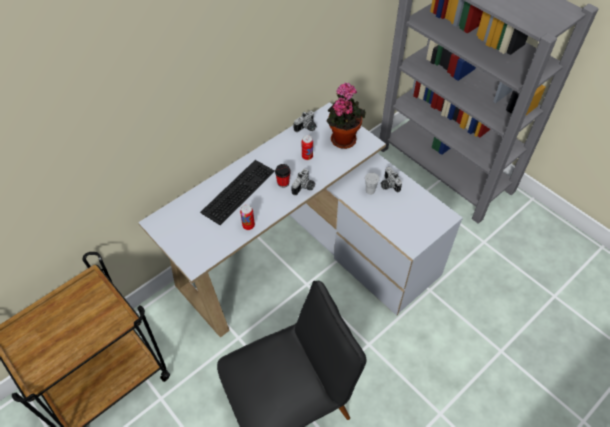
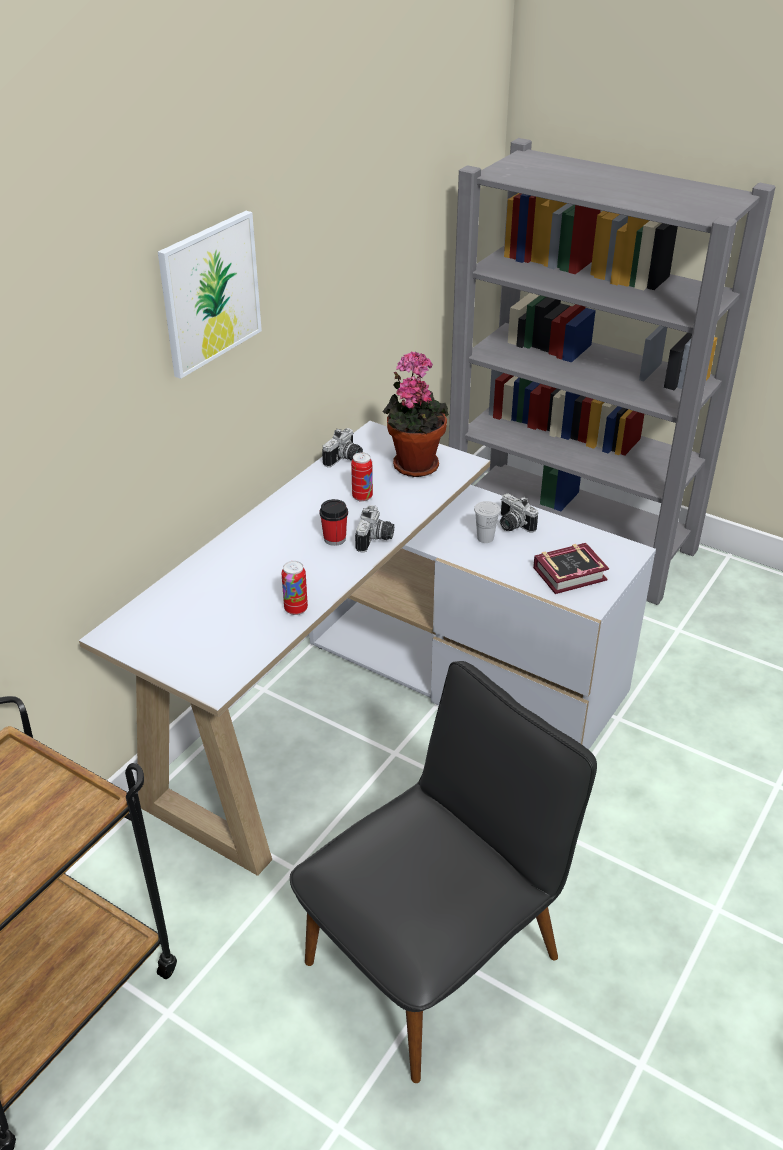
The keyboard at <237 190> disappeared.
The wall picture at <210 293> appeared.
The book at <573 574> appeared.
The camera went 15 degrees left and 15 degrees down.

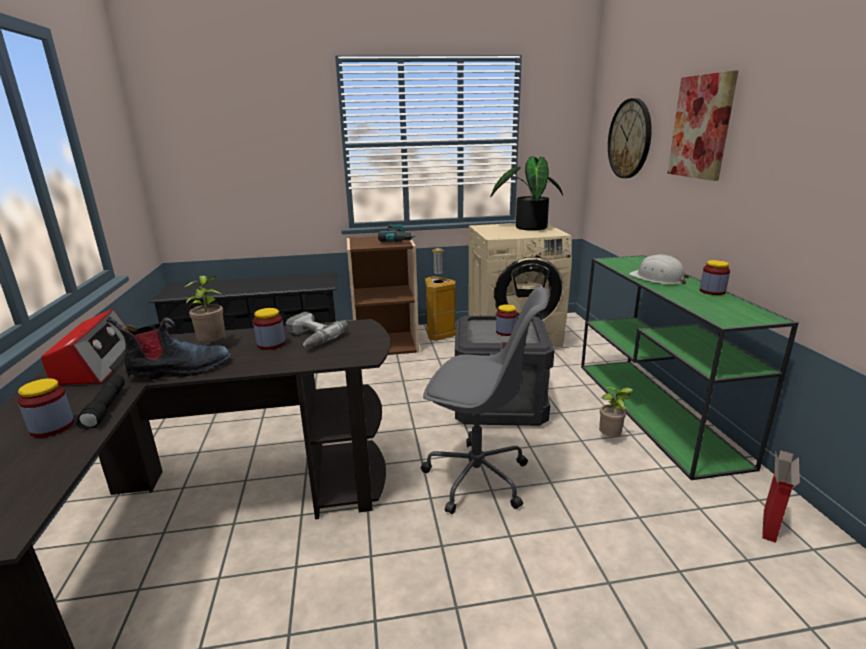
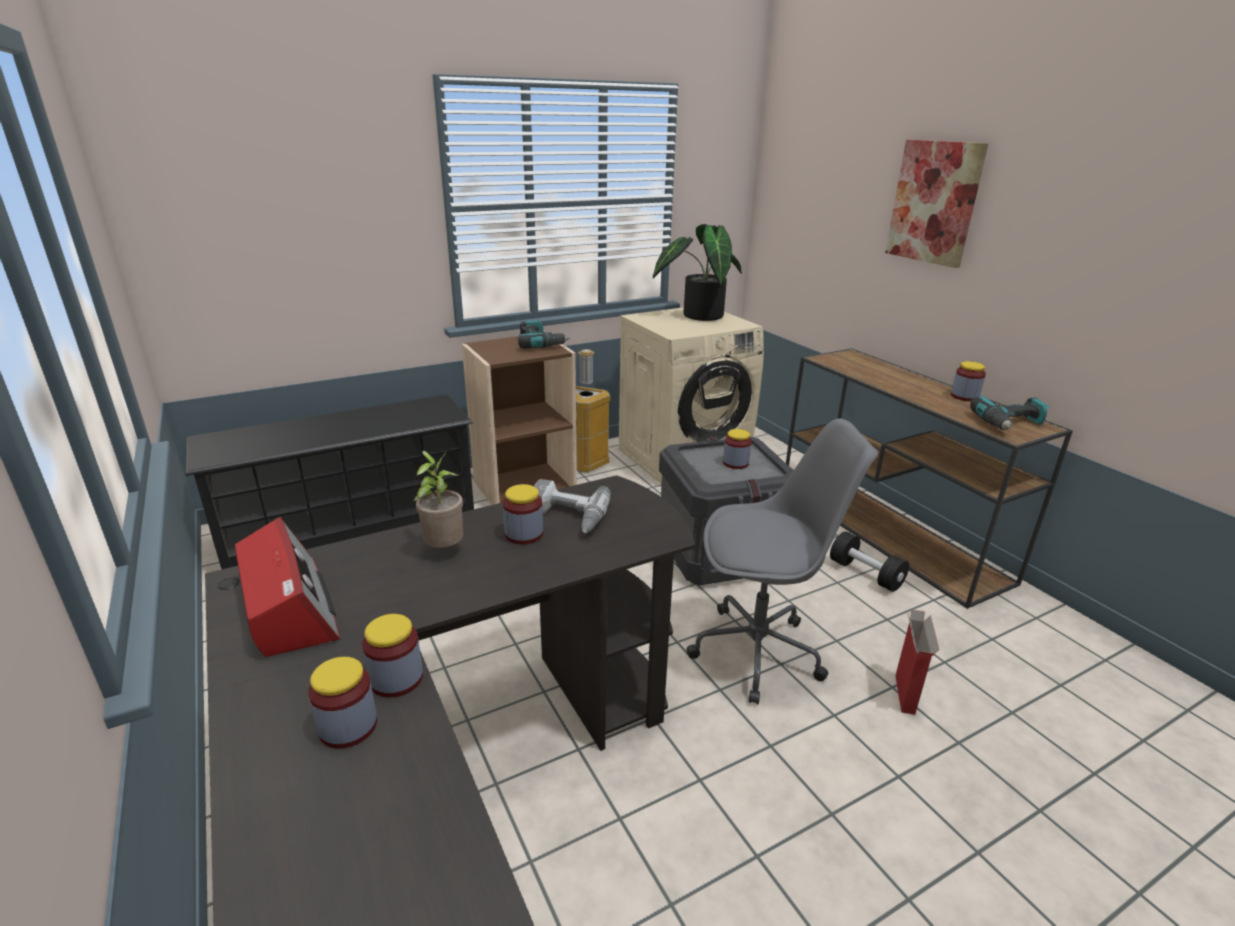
The flashlight/black-coloured at <106 408> was replaced by the jar at <396 679>.
The high-top boot at <179 370> disappeared.
The narrow table/greenish at <656 411> became the narrow table/brown-coloured at <890 532>.
The plant in a pot at <611 438> was replaced by the free weight/black-coloured at <865 574>.
The wall clock at <630 139> disappeared.
The safety helmet/white-coloured at <657 278> disappeared.
The cardboard box moved from <769 526> to <905 695>.
The power drill at <1010 424> appeared.
The camera went 20 degrees left and 5 degrees up.

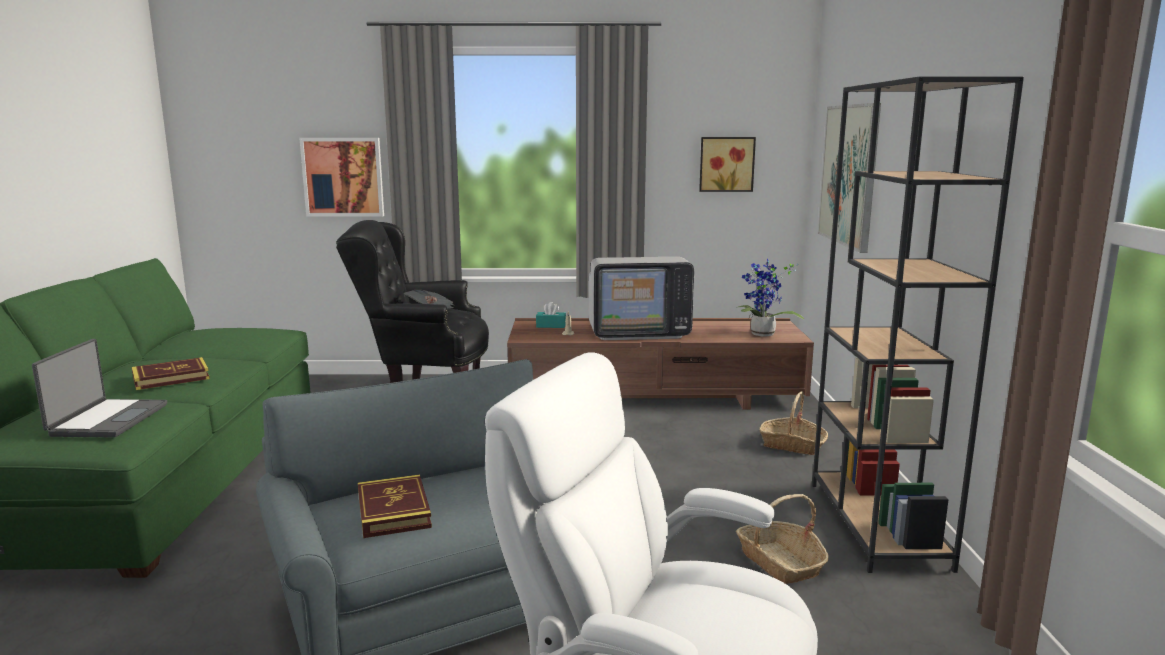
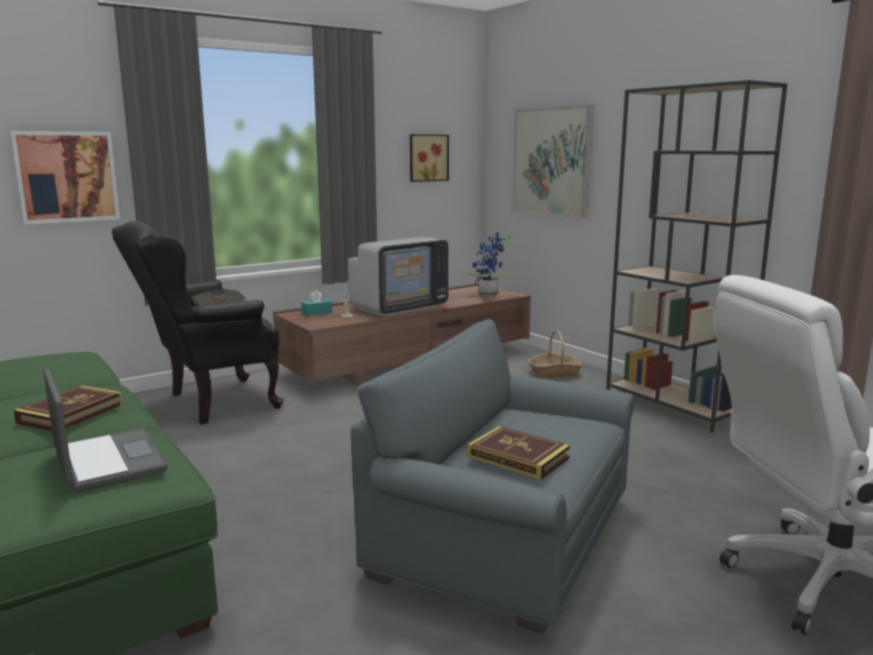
The basket at <780 562> disappeared.
The camera went 35 degrees left and 0 degrees up.

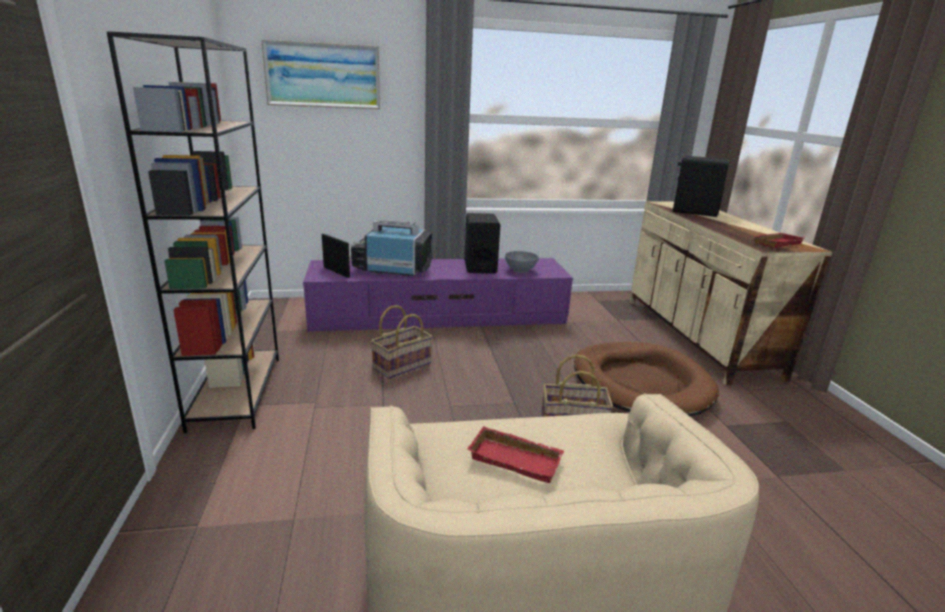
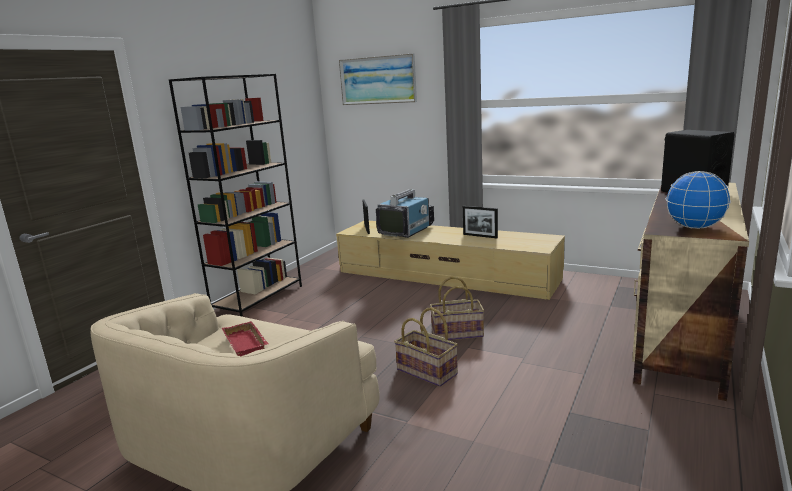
The tv unit/purple-coloured at <439 314> became the tv unit/beige-coloured at <446 275>.
The television at <392 269> turned 75 degrees clockwise.
The basket moved from <402 365> to <457 333>.
The loudspeaker/black-coloured at <480 266> was replaced by the picture frame at <480 236>.
The serving bowl/greyish at <520 270> disappeared.
The pet bed/brown-coloured at <640 383> disappeared.
The tray/red at <776 243> was replaced by the world globe at <694 227>.
The camera went 40 degrees right and 5 degrees down.

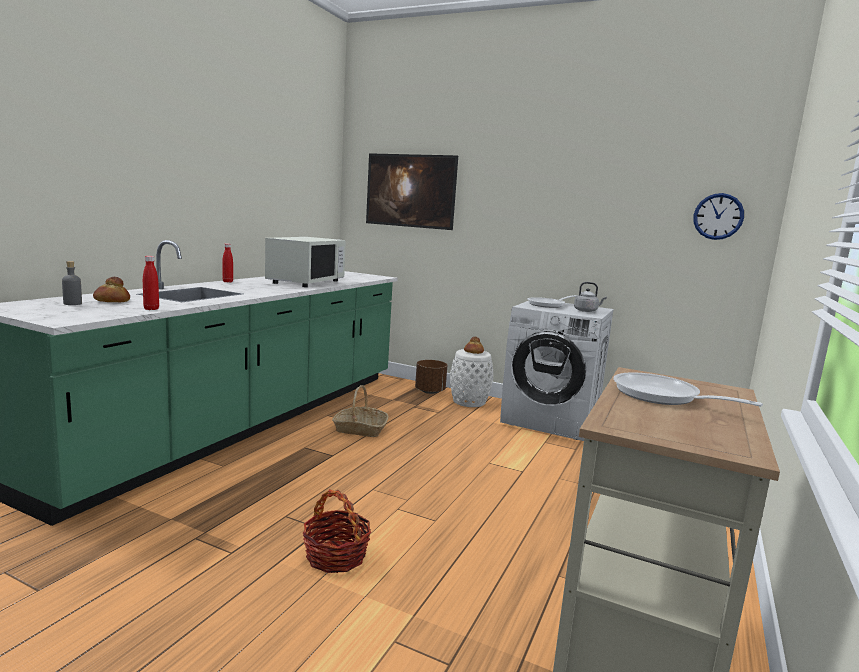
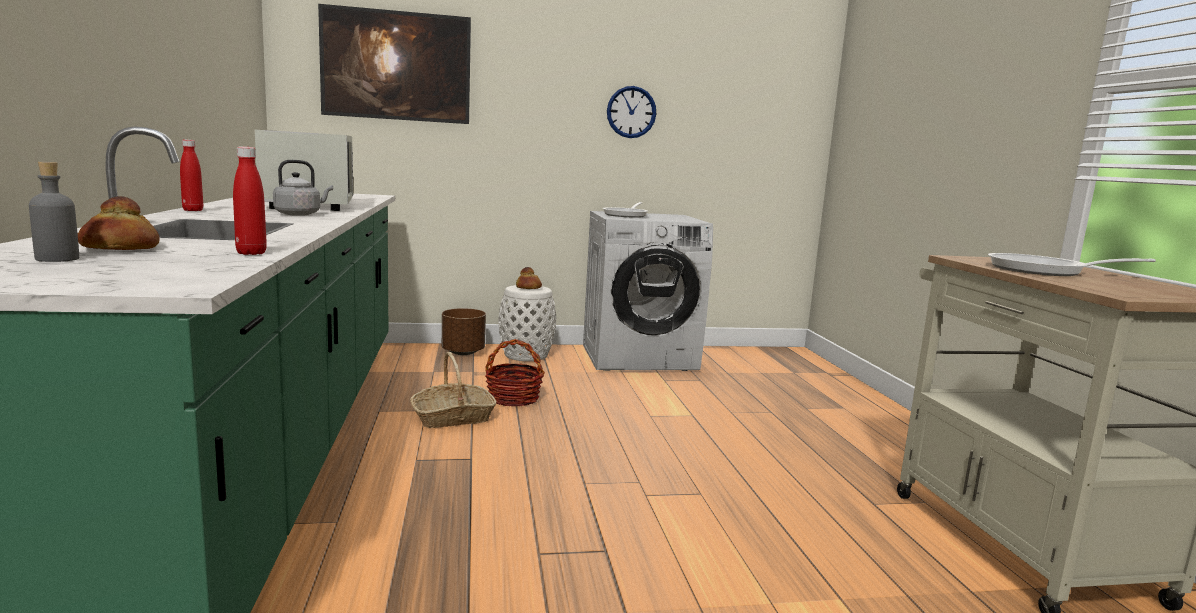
The basket moved from <335 556> to <513 398>.
The kettle/greyish moved from <587 311> to <300 214>.
The wall clock moved from <718 216> to <631 112>.
The camera went 35 degrees left and 0 degrees up.

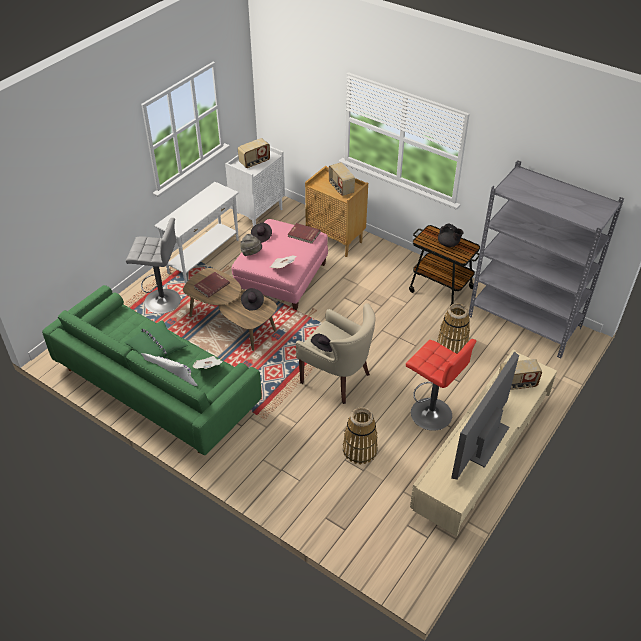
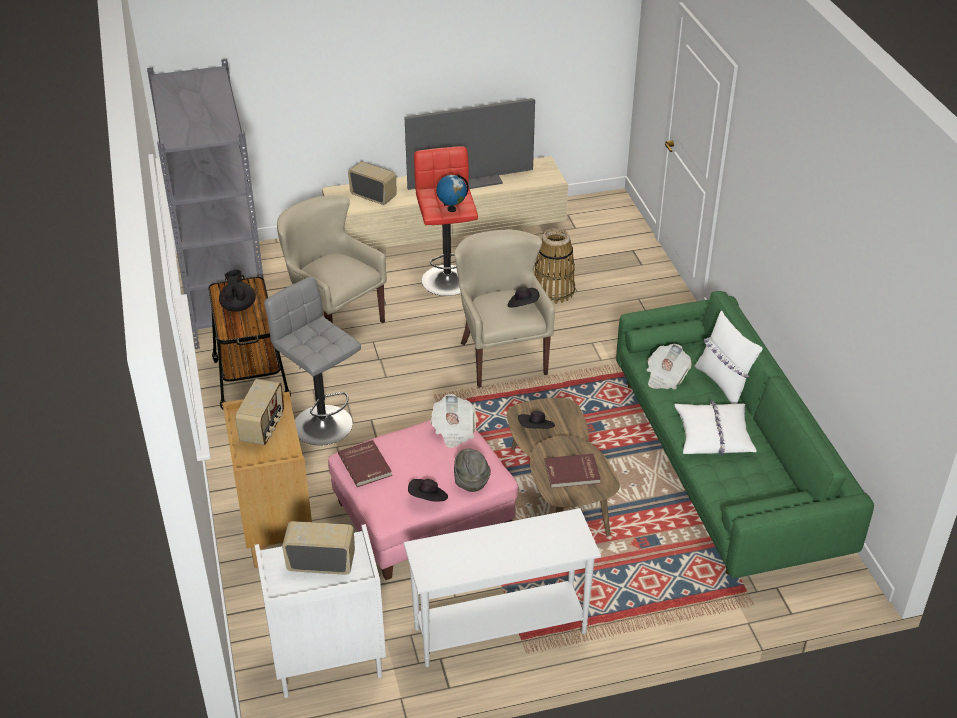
The cushion/greenish at <156 347> became the cushion/white-coloured at <713 435>.
The stool/greyish moved from <163 301> to <323 424>.
The basket at <452 345> was replaced by the lounge chair/beige-coloured at <334 321>.
The world globe at <451 209> appeared.
The camera went 140 degrees left and 5 degrees down.

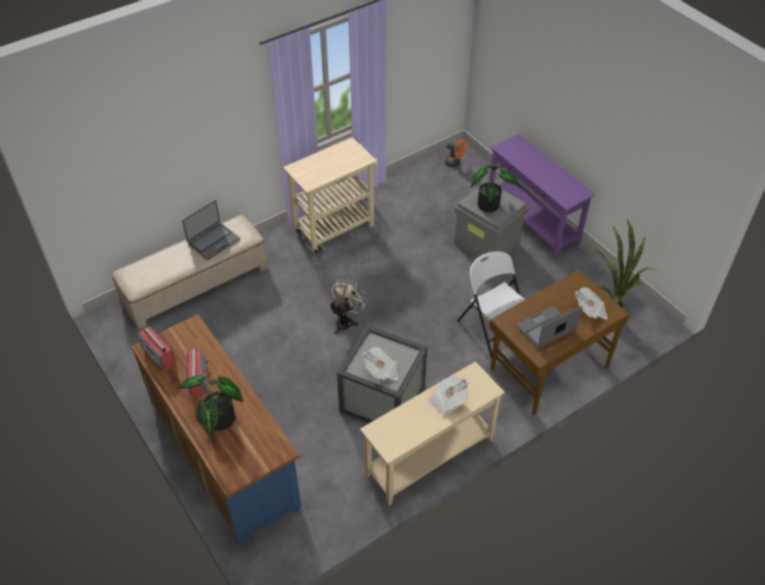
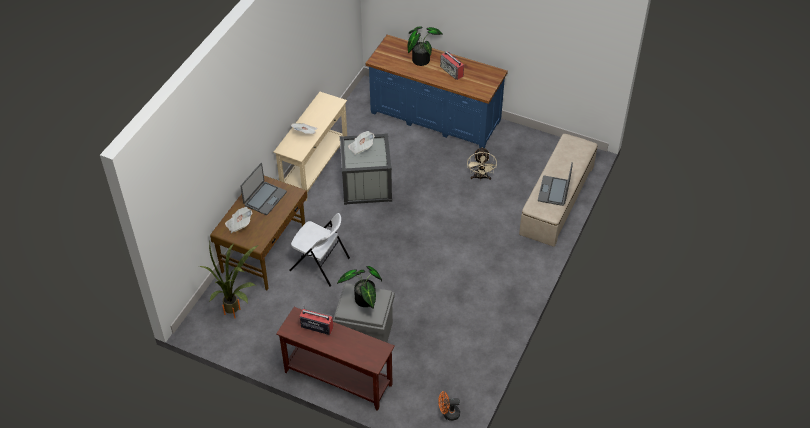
The radio moved from <159 356> to <316 326>.
The trolley/beige-coloured at <335 228> disappeared.
The electric fan/beige-coloured moved from <346 321> to <480 177>.
The narrow table/purple-coloured at <532 221> became the narrow table/brown-coloured at <337 378>.
The camera went 150 degrees right and 0 degrees up.

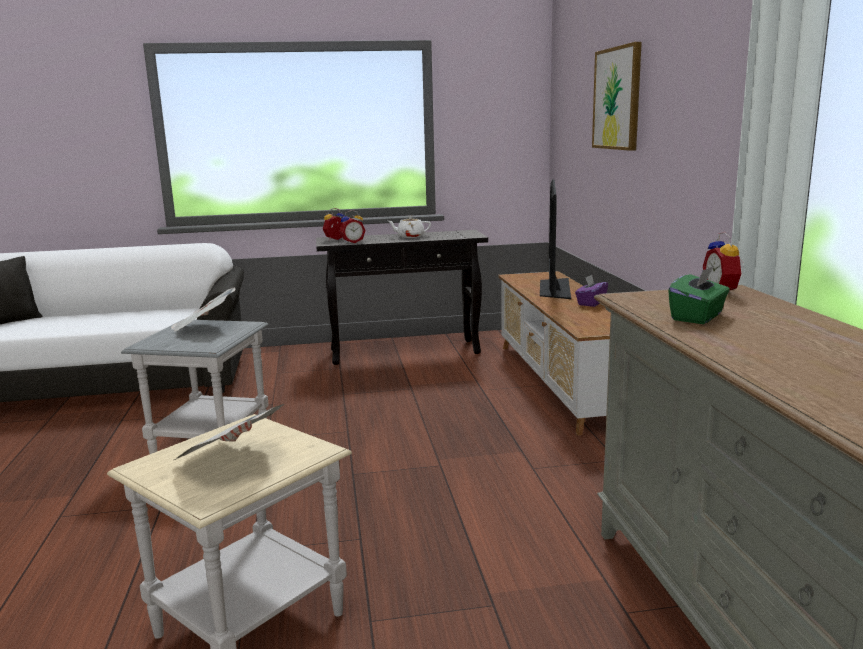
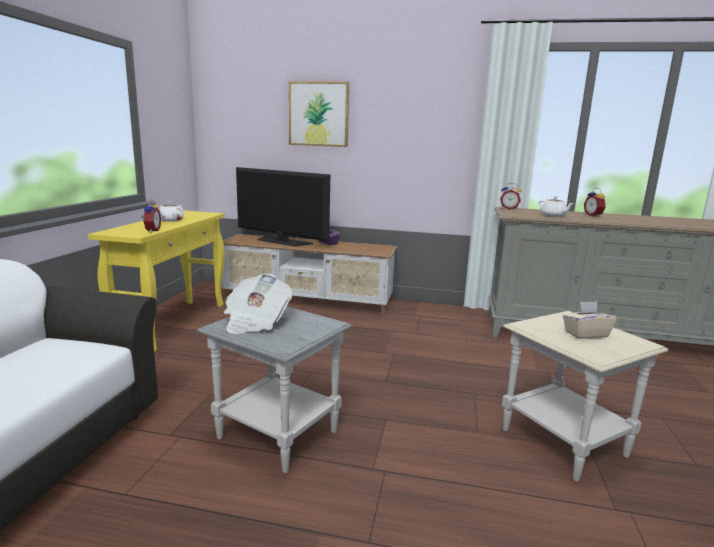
The newspaper at <231 460> was replaced by the tissue holder/beige-coloured at <585 334>.
The narrow table/black-coloured at <406 352> became the narrow table/yellow-coloured at <173 324>.
The alarm clock moved from <336 239> to <594 215>.
The tissue holder/greenish at <697 317> was replaced by the teapot/white-coloured at <553 216>.
The camera went 70 degrees left and 0 degrees up.

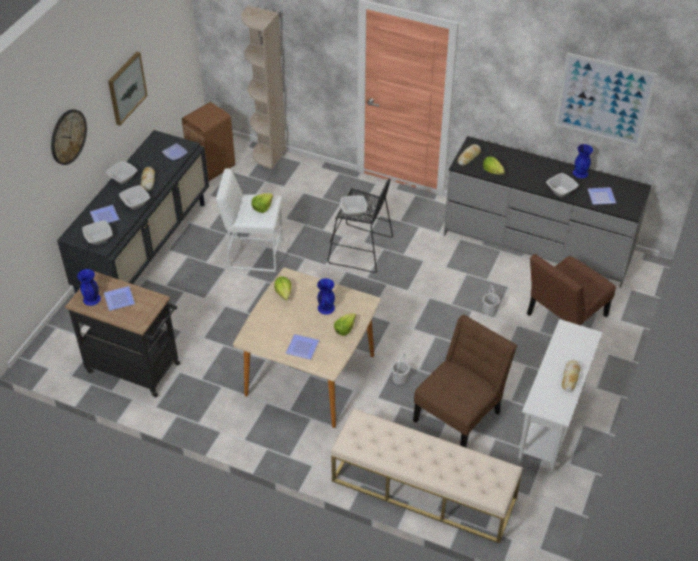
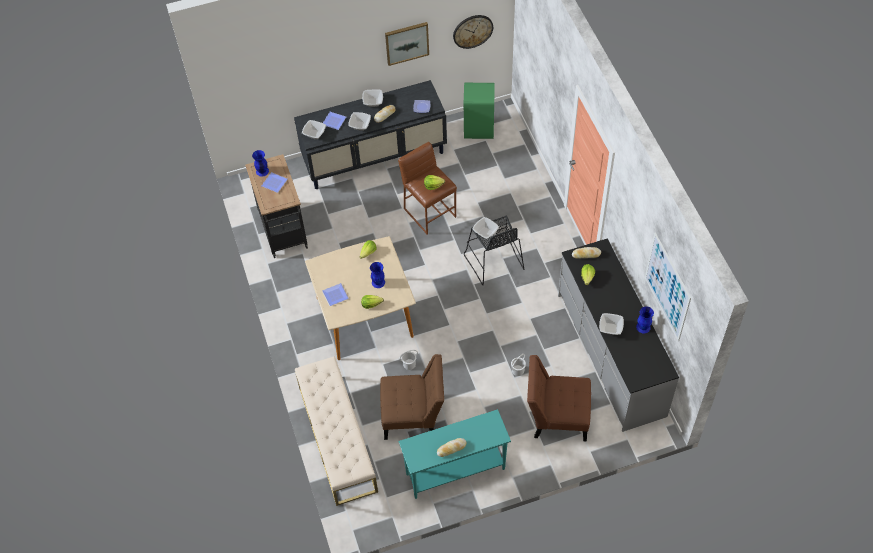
The wall clock moved from <67 136> to <472 31>.
The trash can/brown-coloured at <212 167> became the trash can/greenish at <479 129>.
The stool/white-coloured at <254 254> became the stool/brown-coloured at <429 212>.
The shelving unit/beige-coloured at <267 158> disappeared.
The narrow table/white-coloured at <552 425> became the narrow table/turquoise-coloured at <455 472>.
The dinner plate at <602 196> disappeared.
The camera went 50 degrees right and 10 degrees up.

